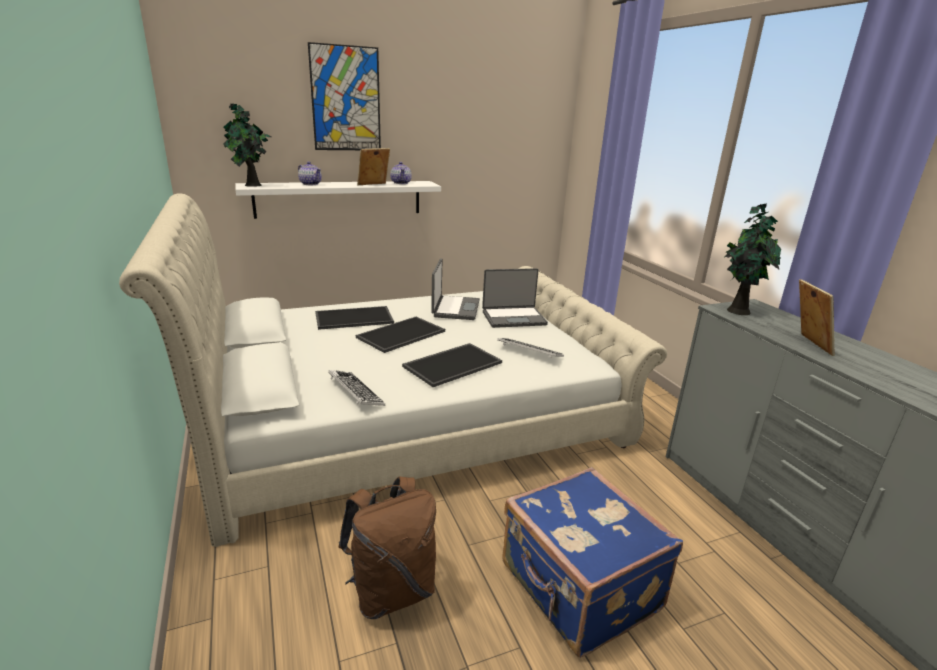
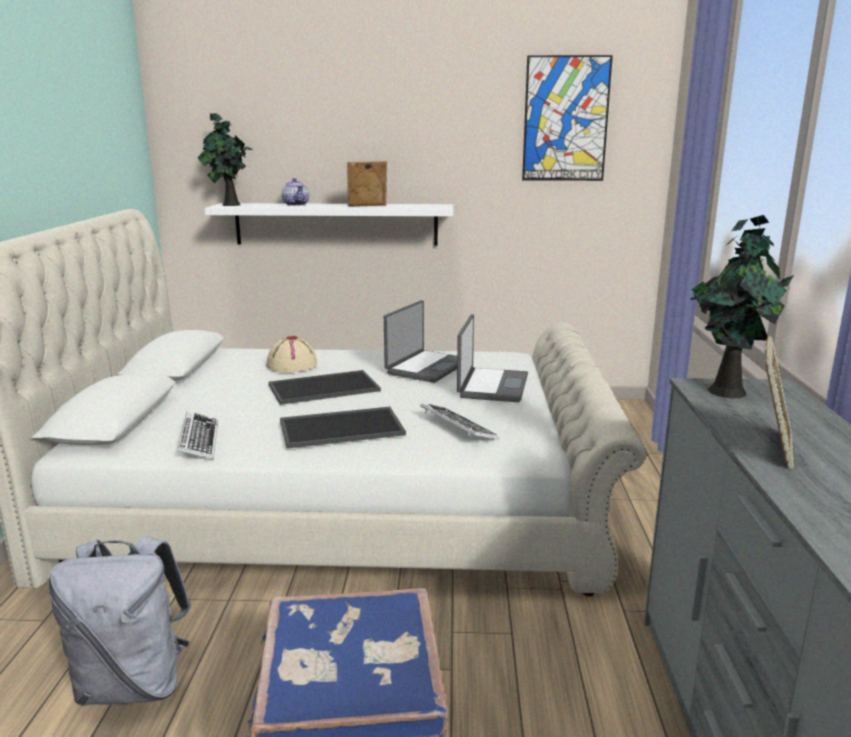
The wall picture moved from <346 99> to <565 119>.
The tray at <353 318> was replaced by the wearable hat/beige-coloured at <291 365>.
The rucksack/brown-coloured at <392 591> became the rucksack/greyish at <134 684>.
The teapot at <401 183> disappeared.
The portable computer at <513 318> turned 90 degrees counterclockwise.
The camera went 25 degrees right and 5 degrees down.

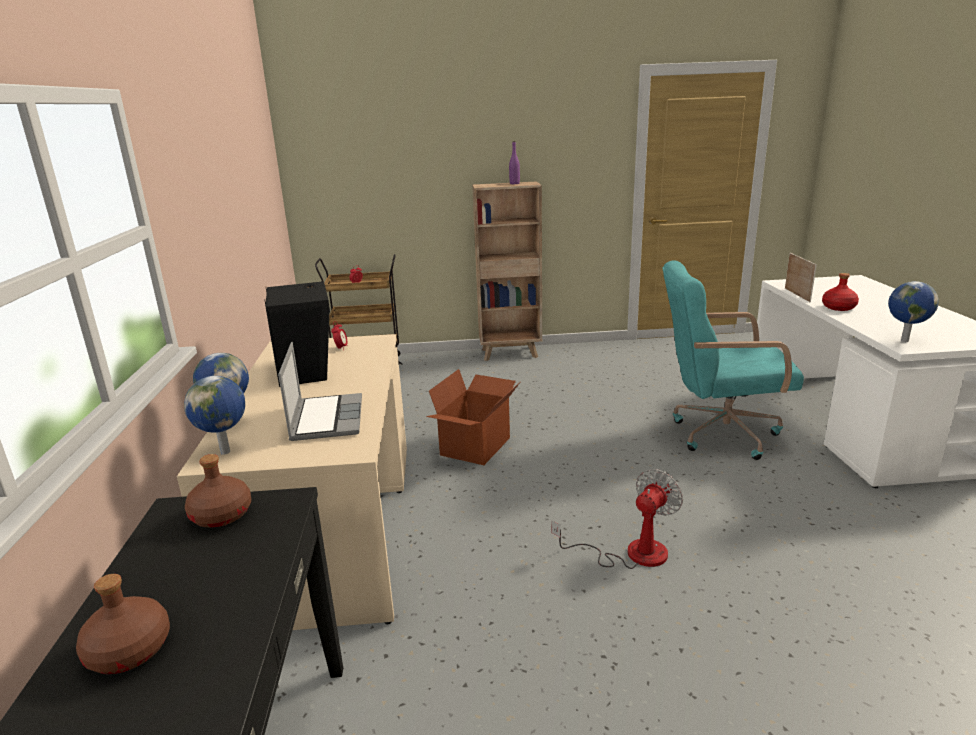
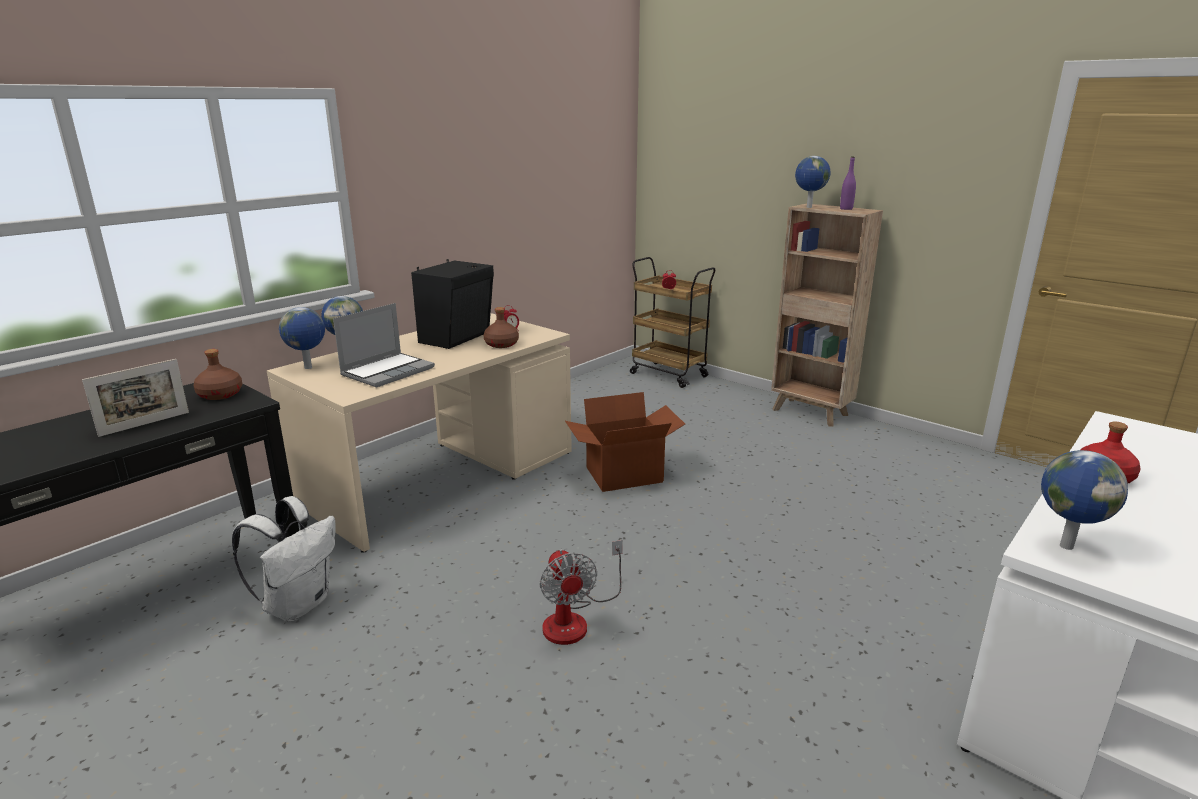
The bottle/brown-coloured moved from <129 651> to <501 344>.
The electric fan at <631 553> turned 75 degrees clockwise.
The office chair/turquoise-coloured at <718 435> disappeared.
The picture frame moved from <797 295> to <145 424>.
The rucksack/white-coloured at <298 604> appeared.
The world globe at <808 207> appeared.
The camera went 45 degrees right and 0 degrees up.

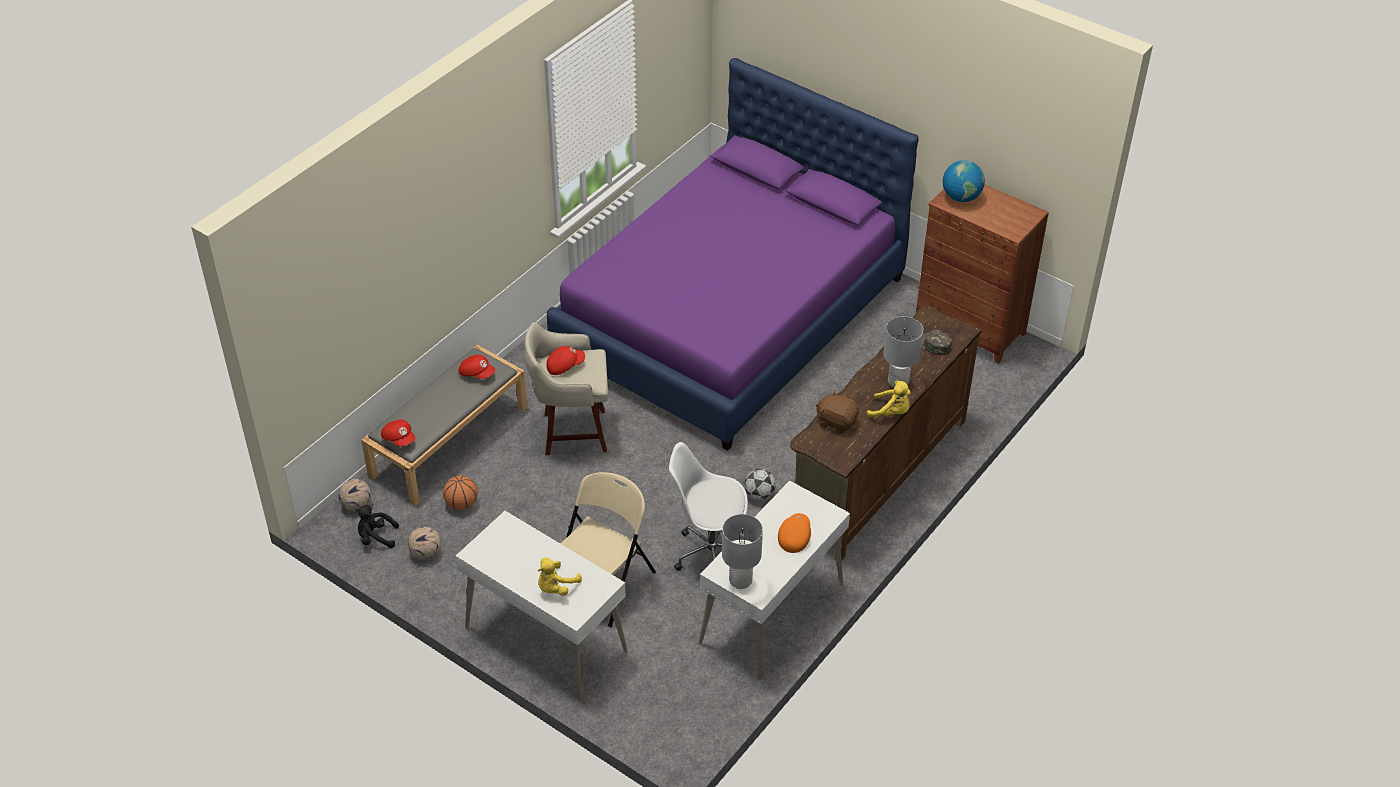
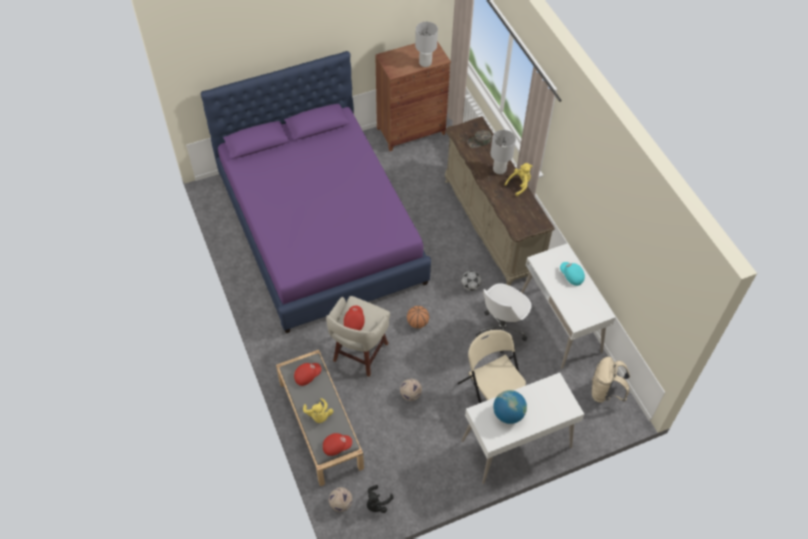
The football ball moved from <425 553> to <410 395>.
The basketball ball moved from <461 504> to <417 323>.
The cuddly toy/yellow-coloured moved from <556 587> to <319 415>.
The table lamp/greyish moved from <741 582> to <425 64>.
The cap/orangey at <794 537> became the cap/turquoise-coloured at <571 276>.
The cuddly toy/brown-coloured at <836 422> disappeared.
The world globe moved from <961 197> to <508 414>.
The rucksack/beige-coloured at <605 392> appeared.
The camera went 60 degrees left and 10 degrees up.

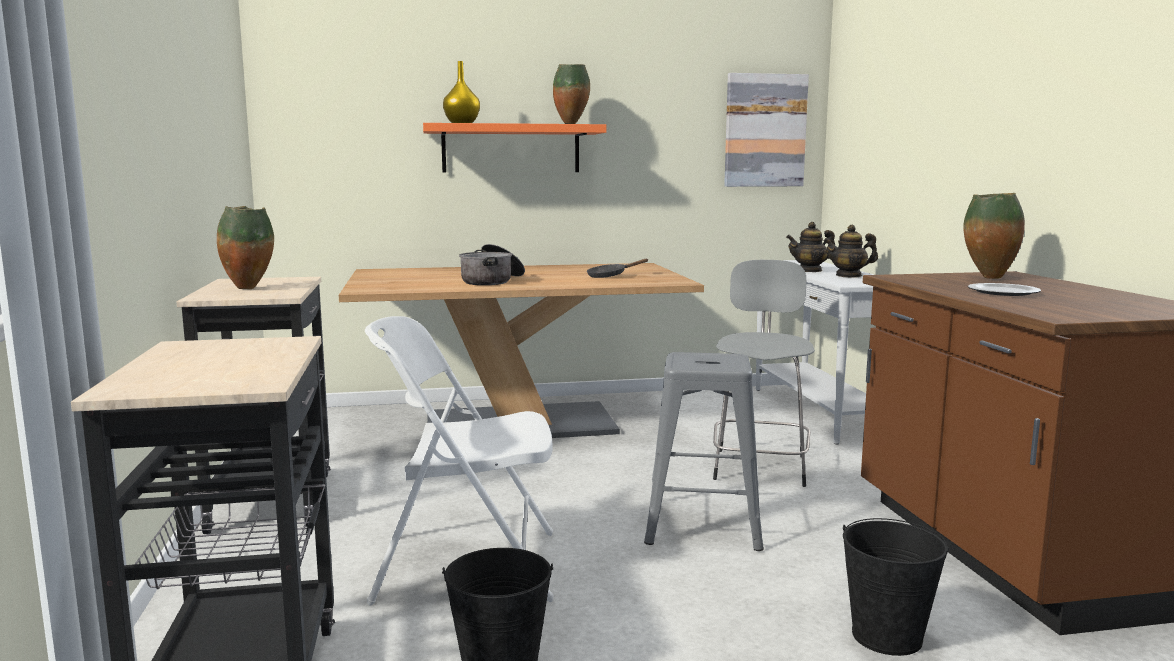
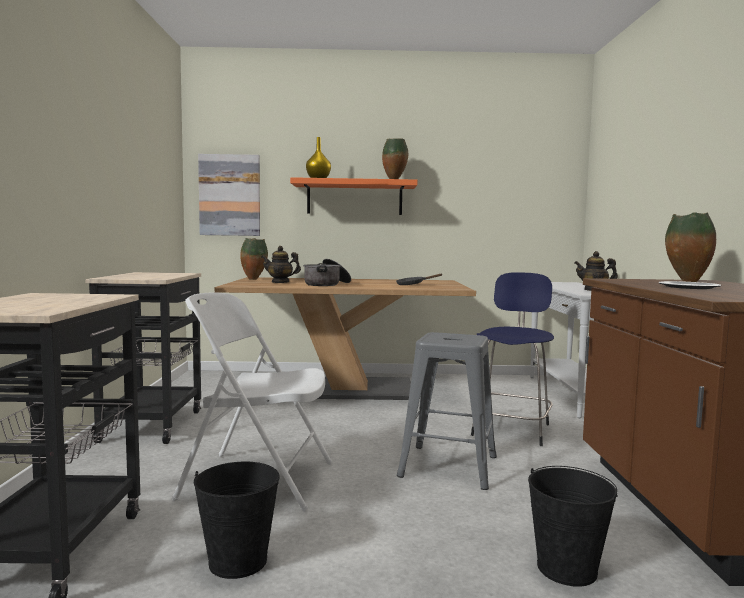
The flower vase moved from <249 289> to <254 279>.
The stool/greyish at <760 466> became the stool/blue at <511 429>.
The wall picture moved from <764 130> to <230 195>.
The teapot moved from <810 270> to <280 282>.
The camera went 10 degrees right and 5 degrees down.

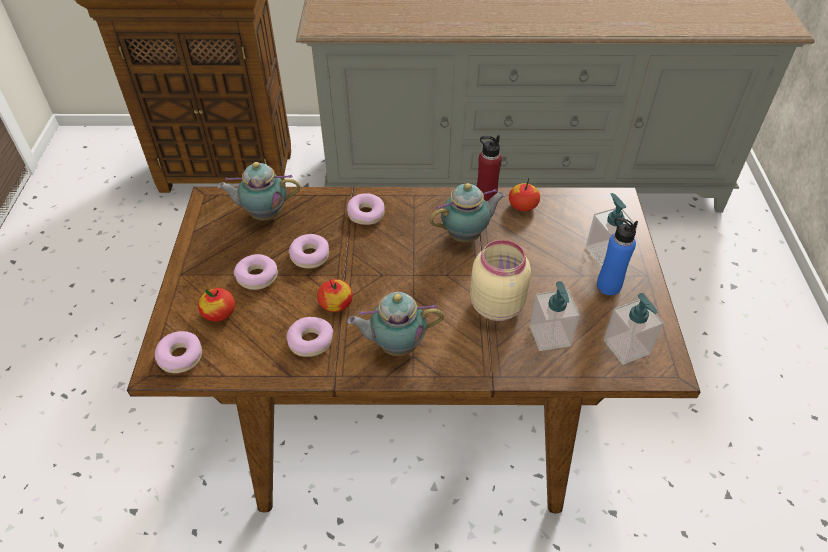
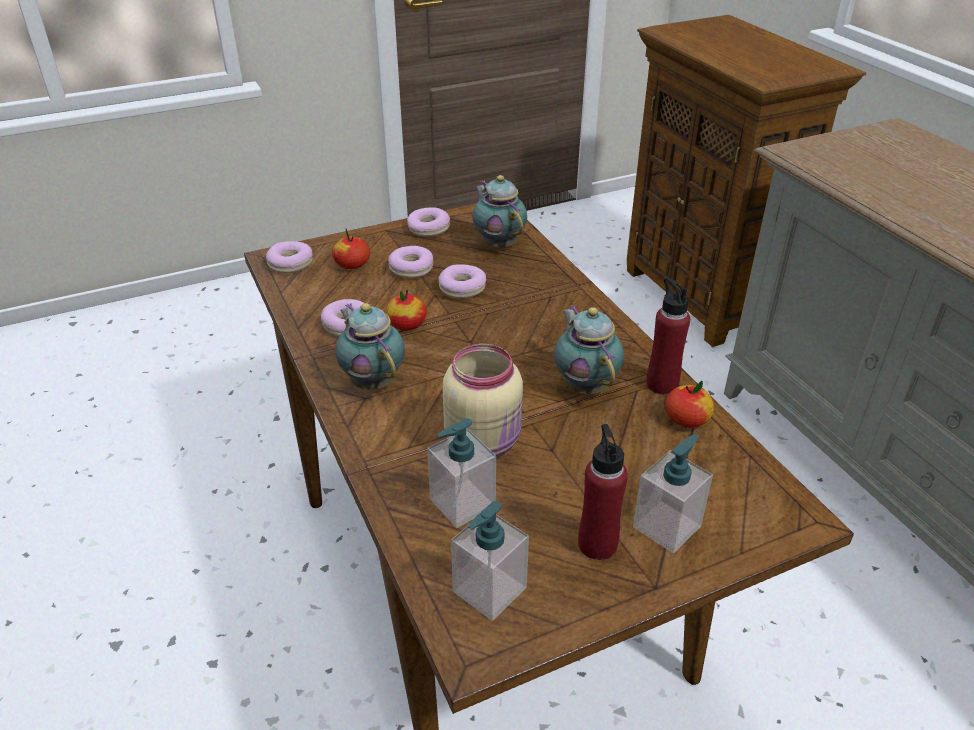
The doughnut moved from <366 214> to <428 228>.
The teapot at <466 235> turned 150 degrees counterclockwise.
The bottle/blue at <608 286> became the bottle/red at <597 544>.
The camera went 65 degrees right and 10 degrees down.

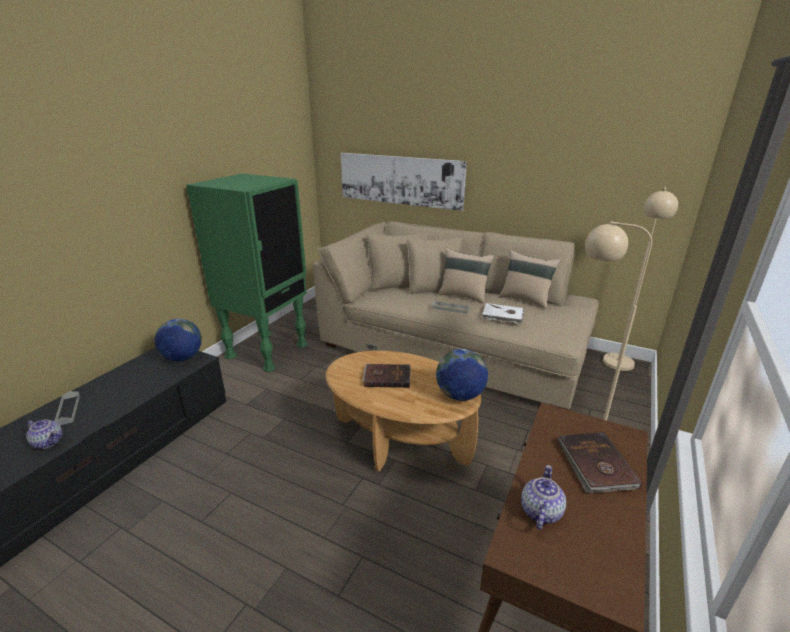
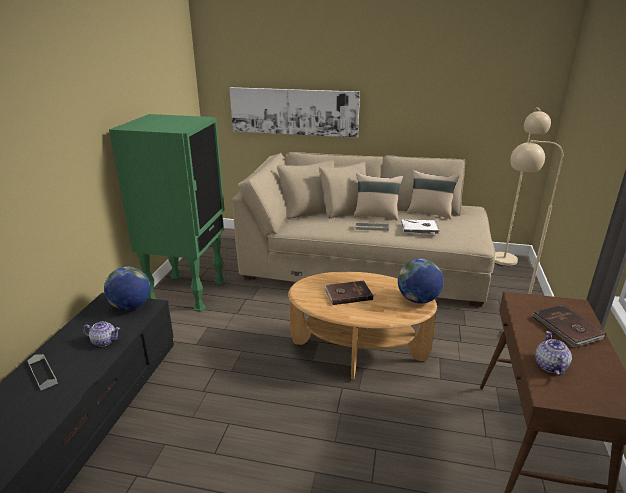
The teapot moved from <48 442> to <104 341>.
The camera went 15 degrees left and 0 degrees up.

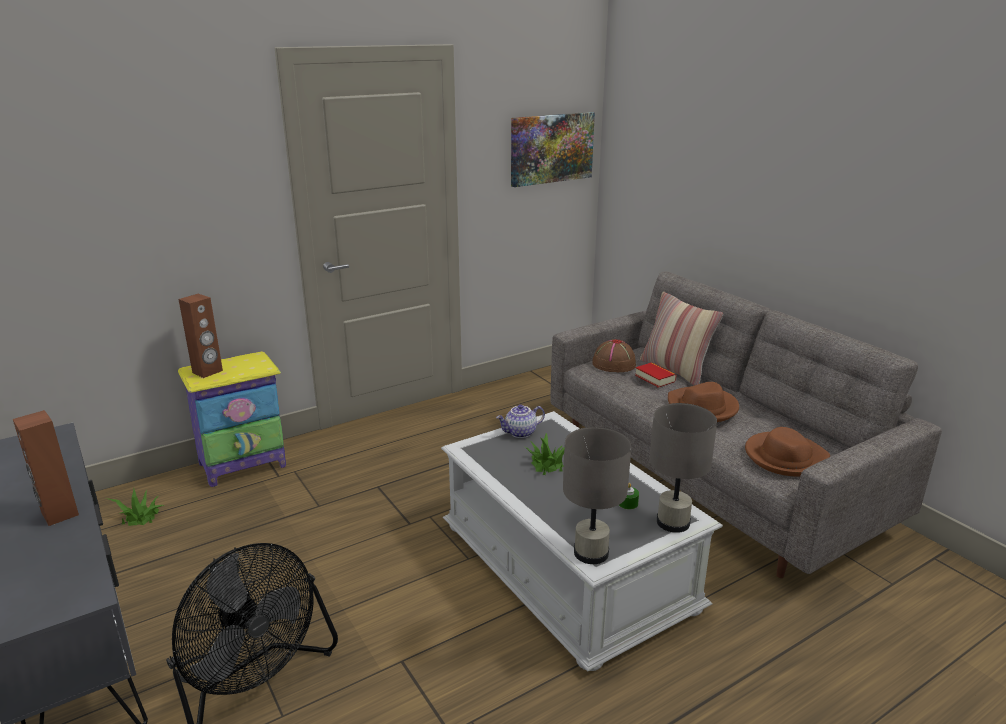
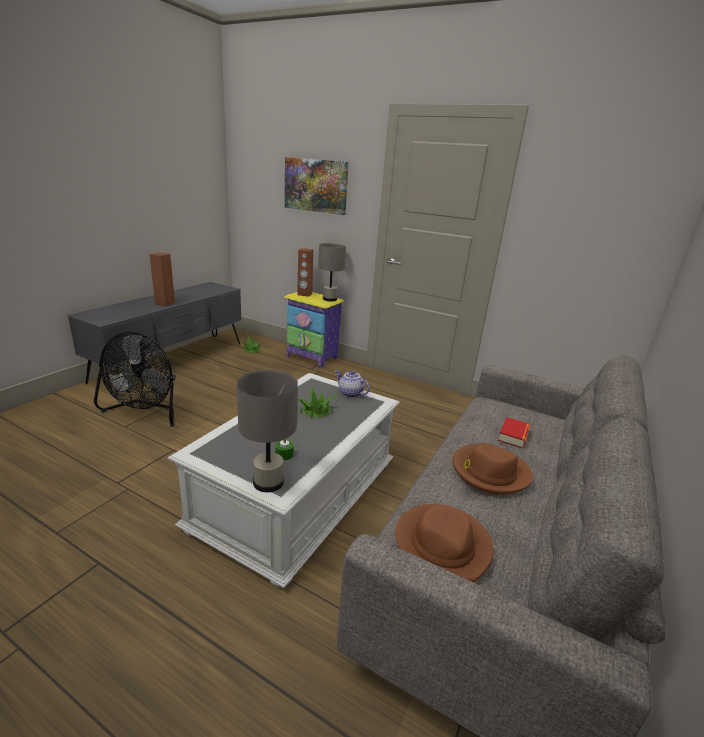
The wall picture moved from <551 148> to <316 185>.
The table lamp/greyish moved from <590 552> to <330 299>.
The wearable hat/brown-coloured at <613 364> disappeared.
The cushion at <675 370> disappeared.
The camera went 60 degrees right and 0 degrees up.

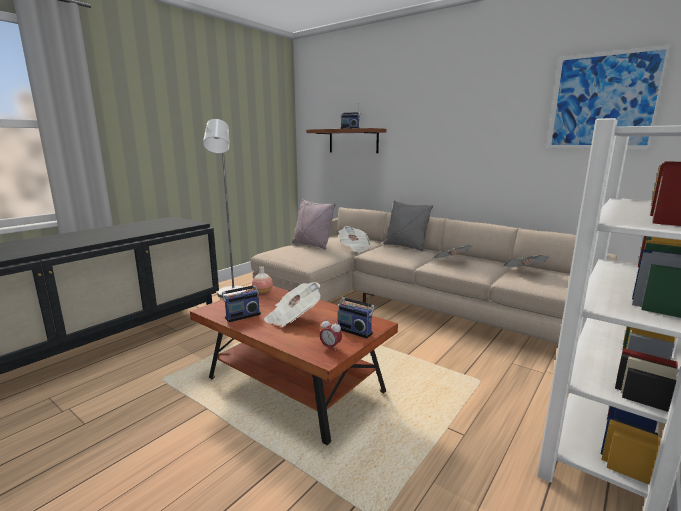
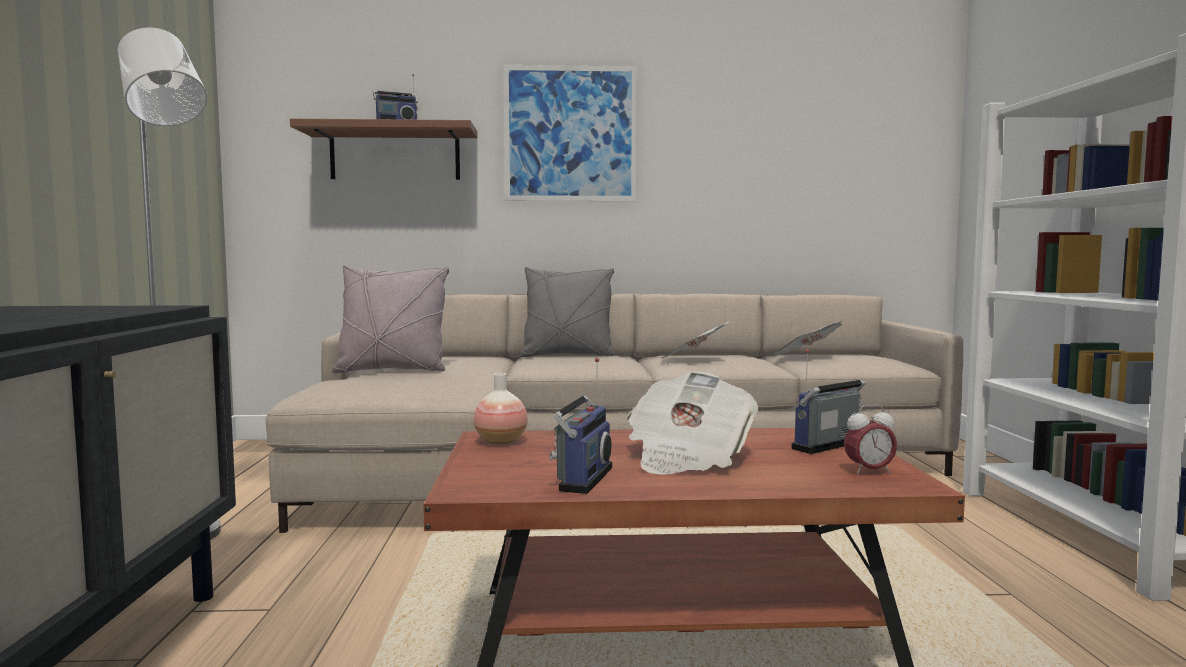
The radio at <355 330> turned 150 degrees clockwise.
The newspaper at <354 248> disappeared.
The wall picture moved from <603 101> to <570 134>.
The camera went 40 degrees left and 10 degrees down.

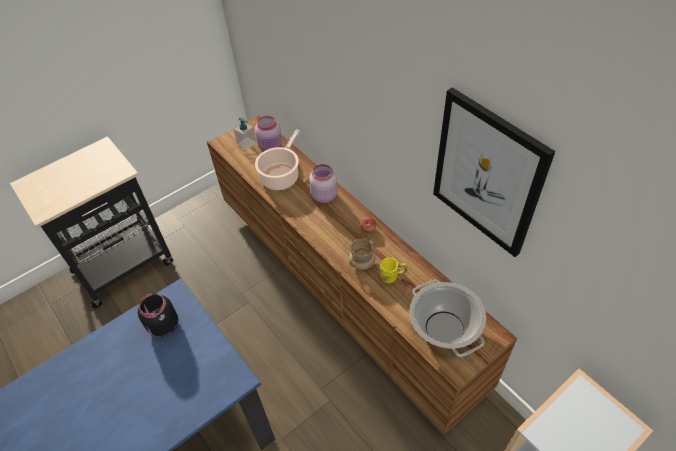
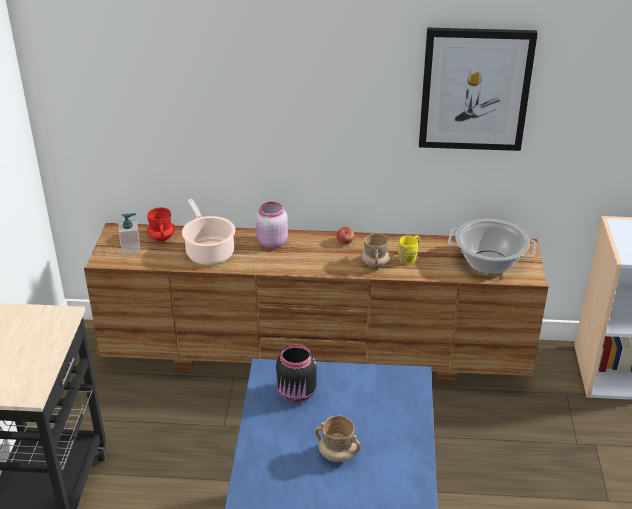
The jar/pink at <271 147> was replaced by the tea mug/red at <162 238>.
The tea mug/beige-coloured at <337 455> appeared.
The camera went 50 degrees left and 15 degrees down.

